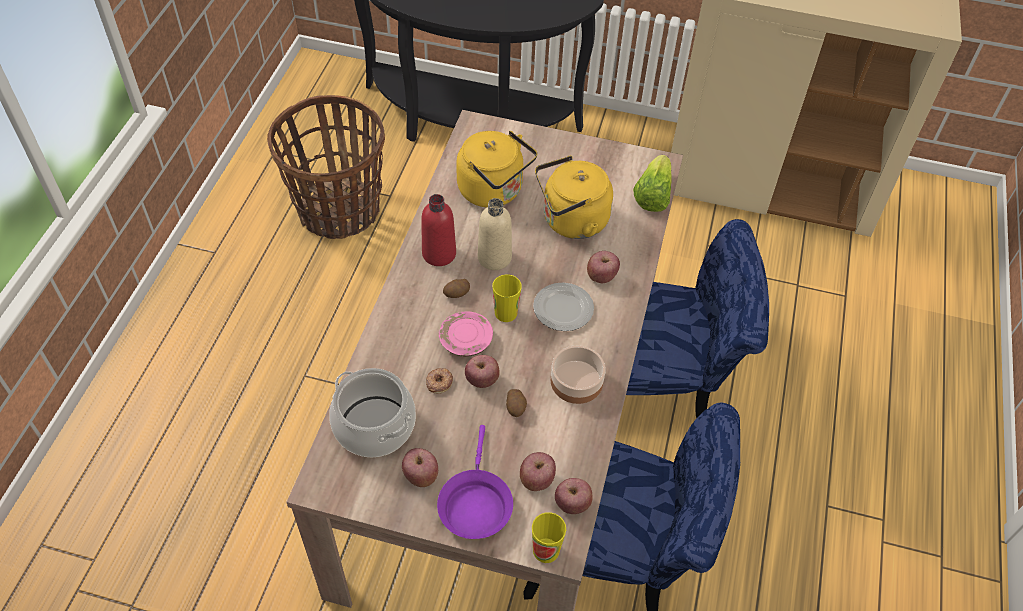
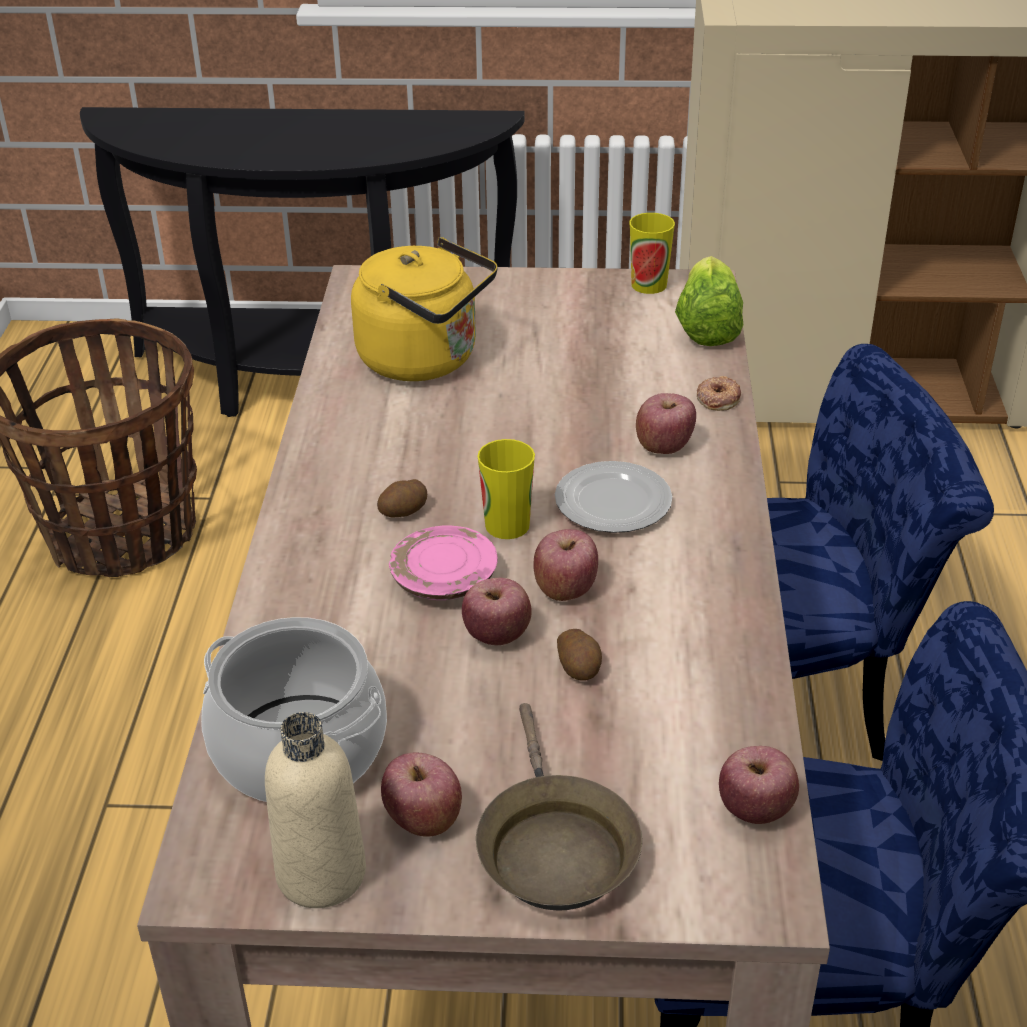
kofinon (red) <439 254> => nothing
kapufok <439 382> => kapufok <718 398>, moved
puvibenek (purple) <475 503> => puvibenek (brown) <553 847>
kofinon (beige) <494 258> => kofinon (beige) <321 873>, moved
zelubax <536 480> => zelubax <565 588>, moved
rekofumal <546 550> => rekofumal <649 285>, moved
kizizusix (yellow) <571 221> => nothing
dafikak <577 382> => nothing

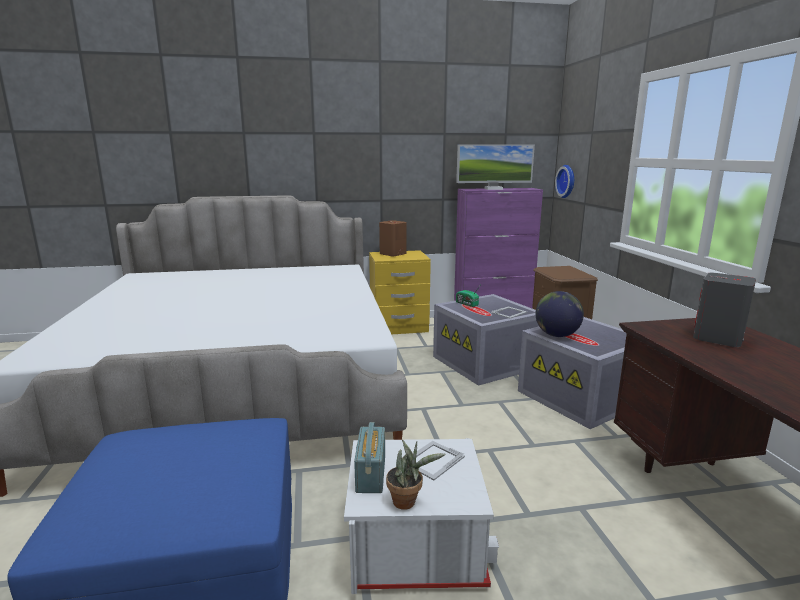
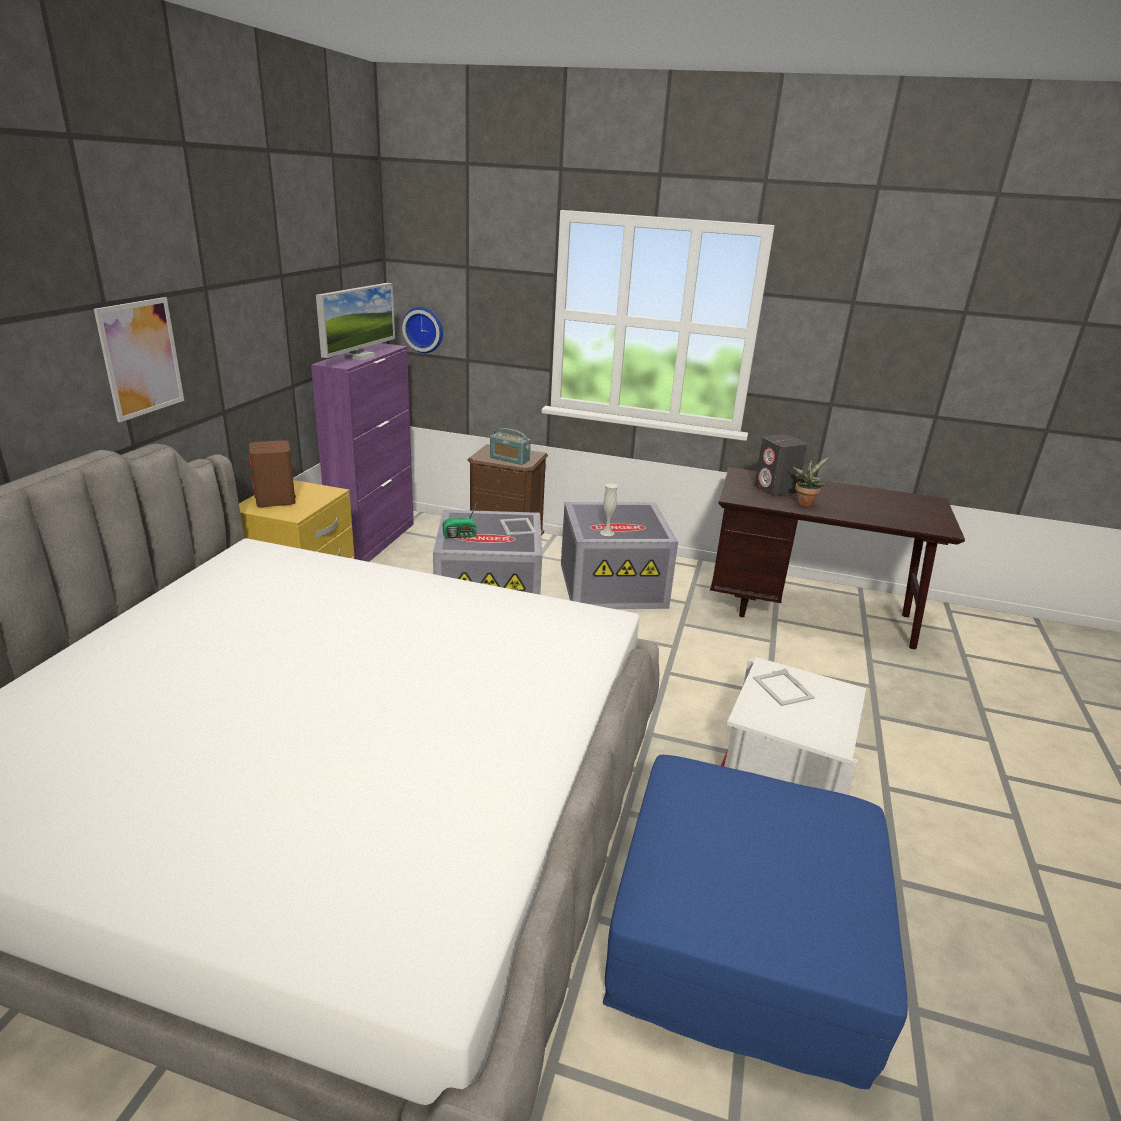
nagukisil <370 474> => nagukisil <509 459>, moved
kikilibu <407 502> => kikilibu <804 503>, moved
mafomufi <557 335> => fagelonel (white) <607 533>
nothing => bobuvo <141 358>

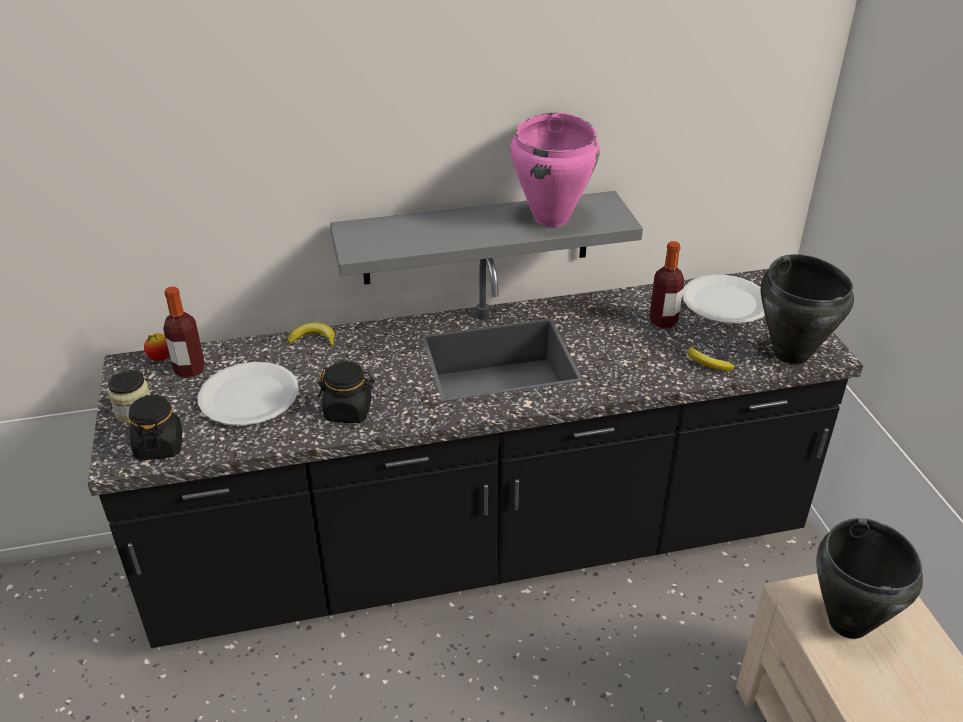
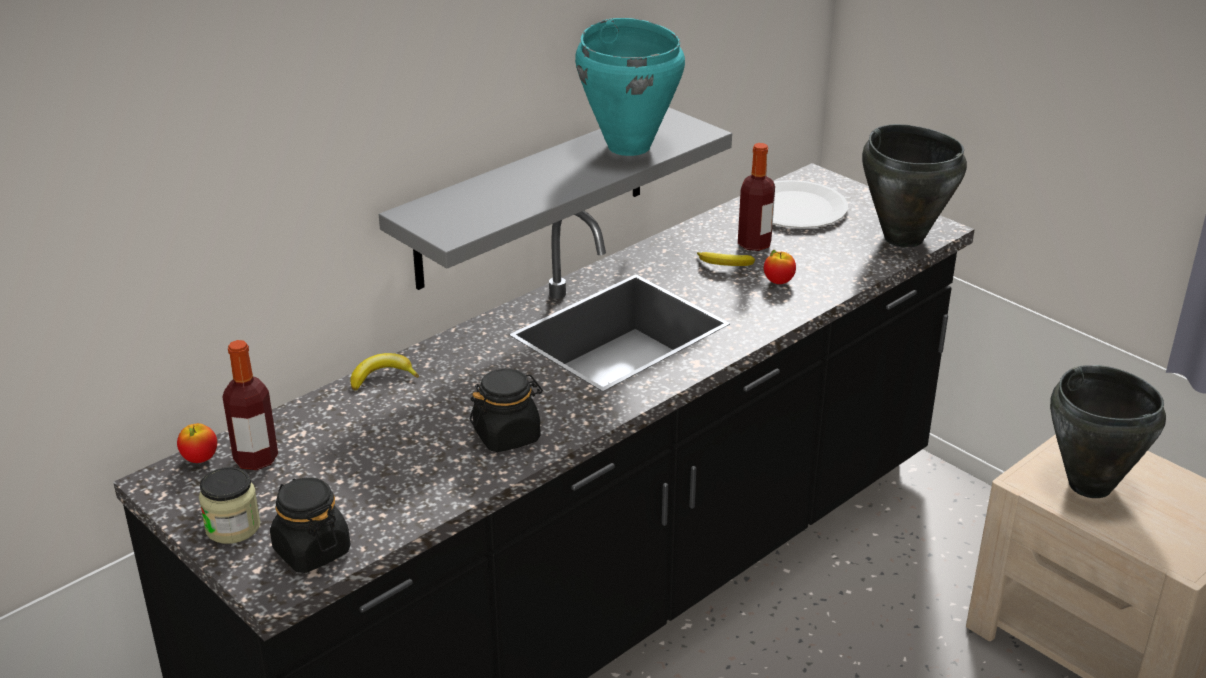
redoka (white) <248 396> => nothing
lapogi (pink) <552 218> => lapogi (turquoise) <629 146>
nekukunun <706 364> => nekukunun <724 265>, moved
nothing => zelubax <778 282>

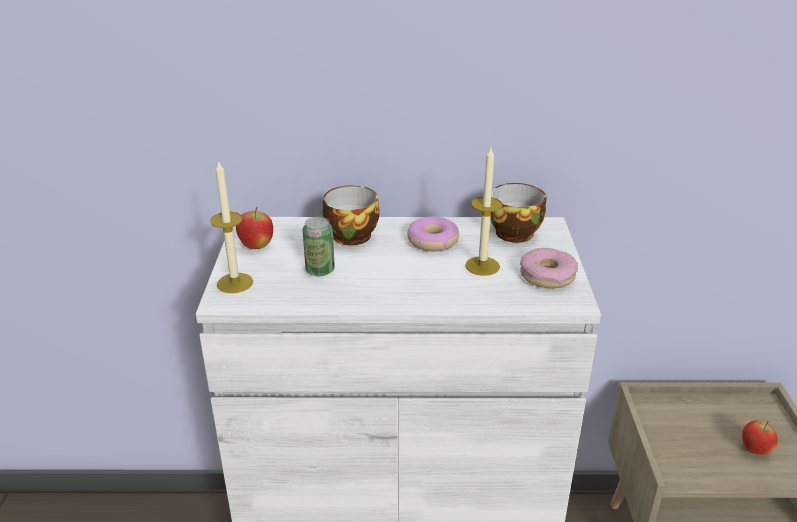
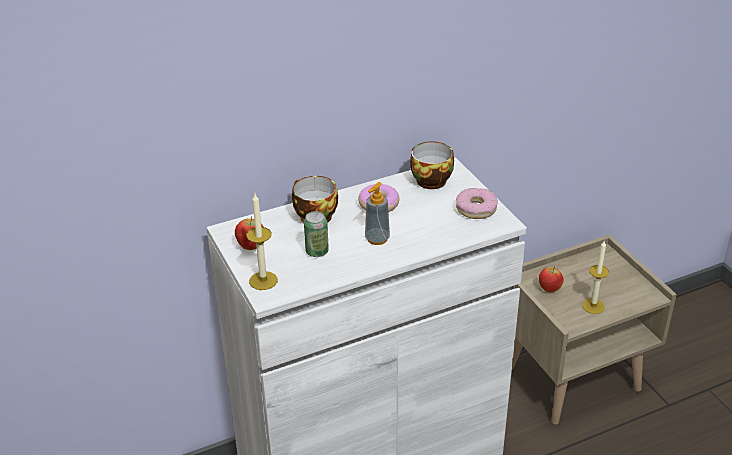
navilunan <482 266> => navilunan <593 306>, moved
zelubax <754 450> => zelubax <549 289>, moved
nothing => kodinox <377 239>

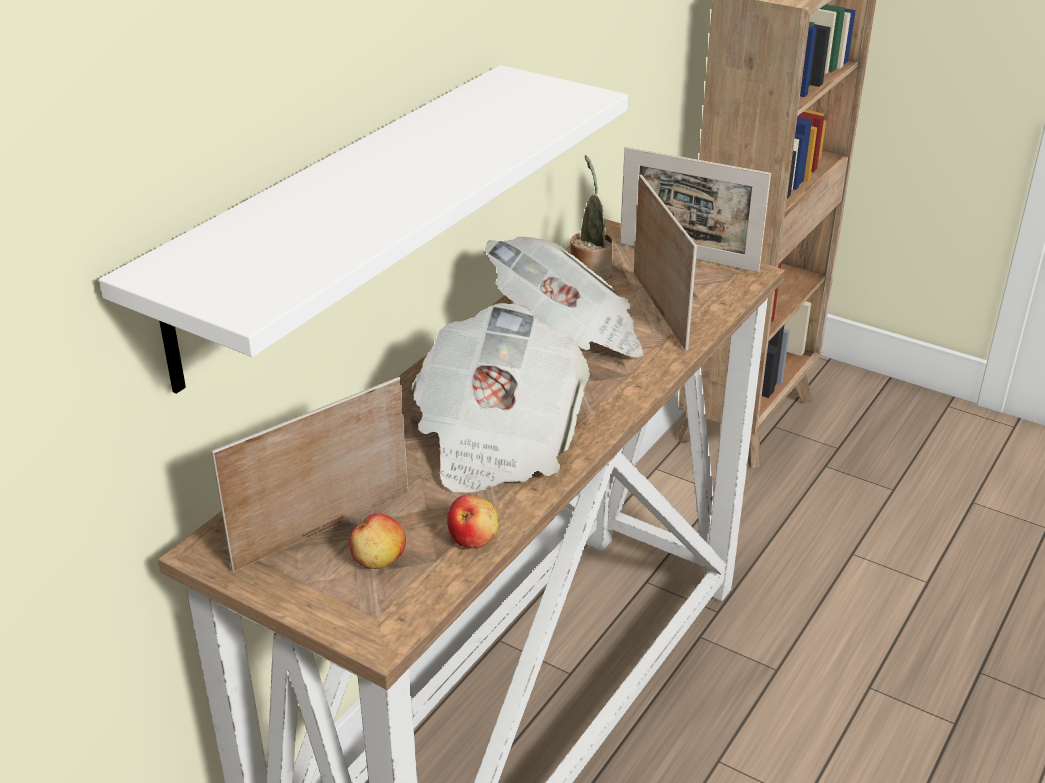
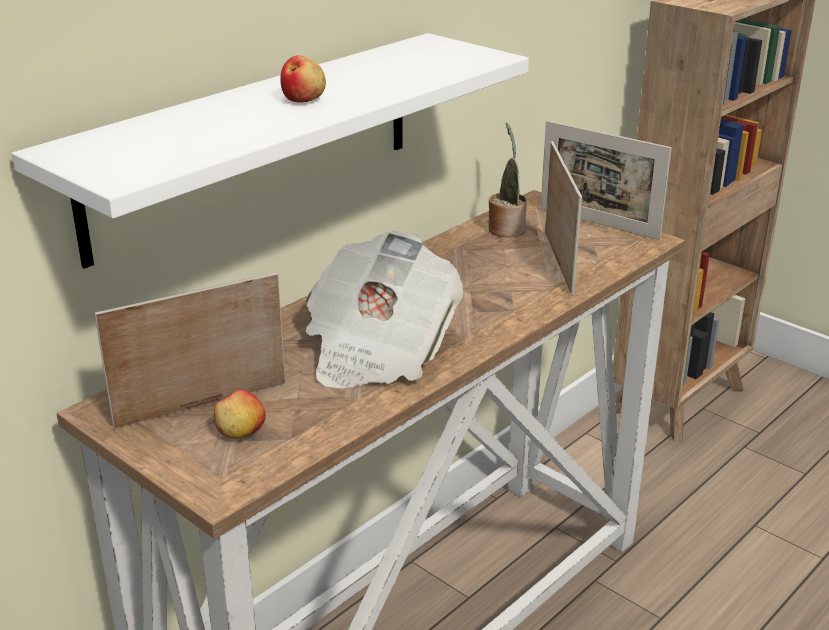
zelubax <473 538> => zelubax <303 99>, moved
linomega <568 334> => nothing

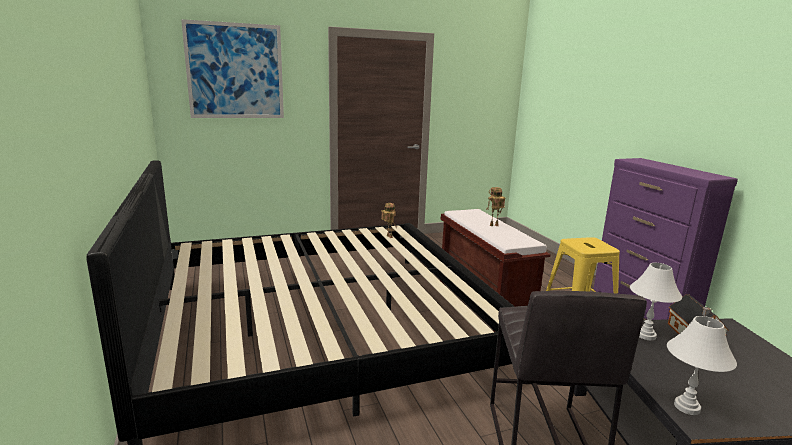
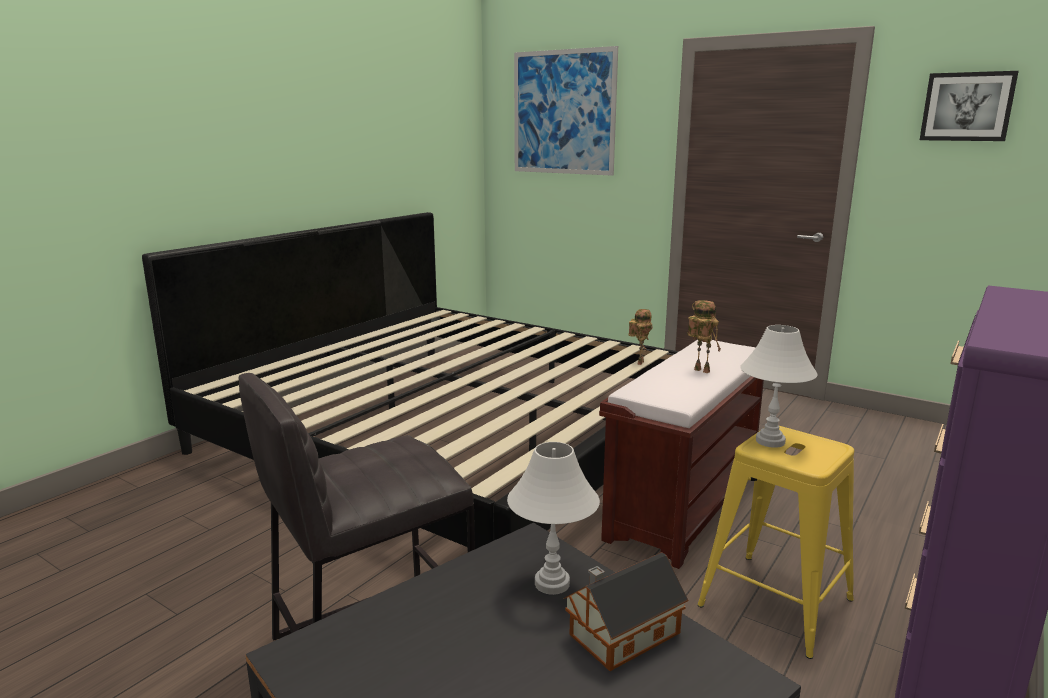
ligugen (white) <686 407> => ligugen (white) <769 441>, moved
nothing => bobuvo <967 106>

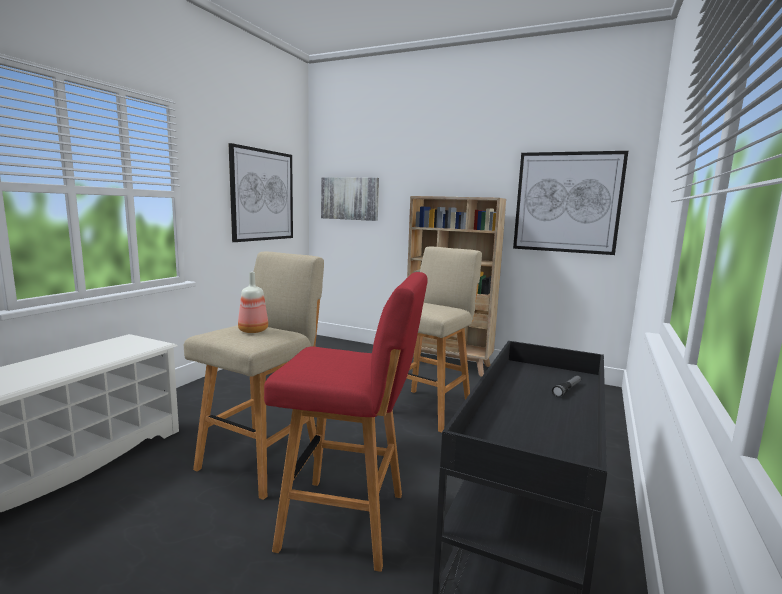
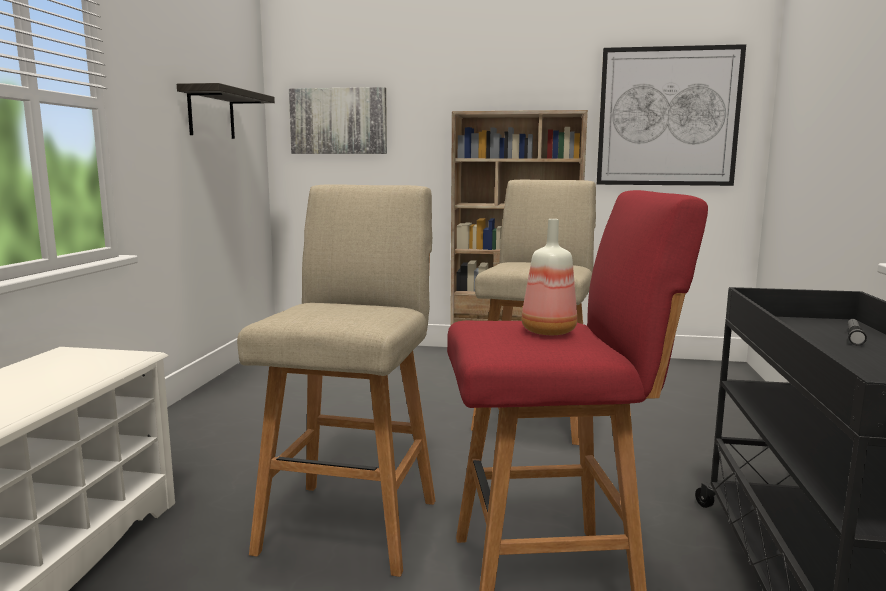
bobuvo <262 195> => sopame <211 114>
kofinon <252 331> => kofinon <547 331>, moved

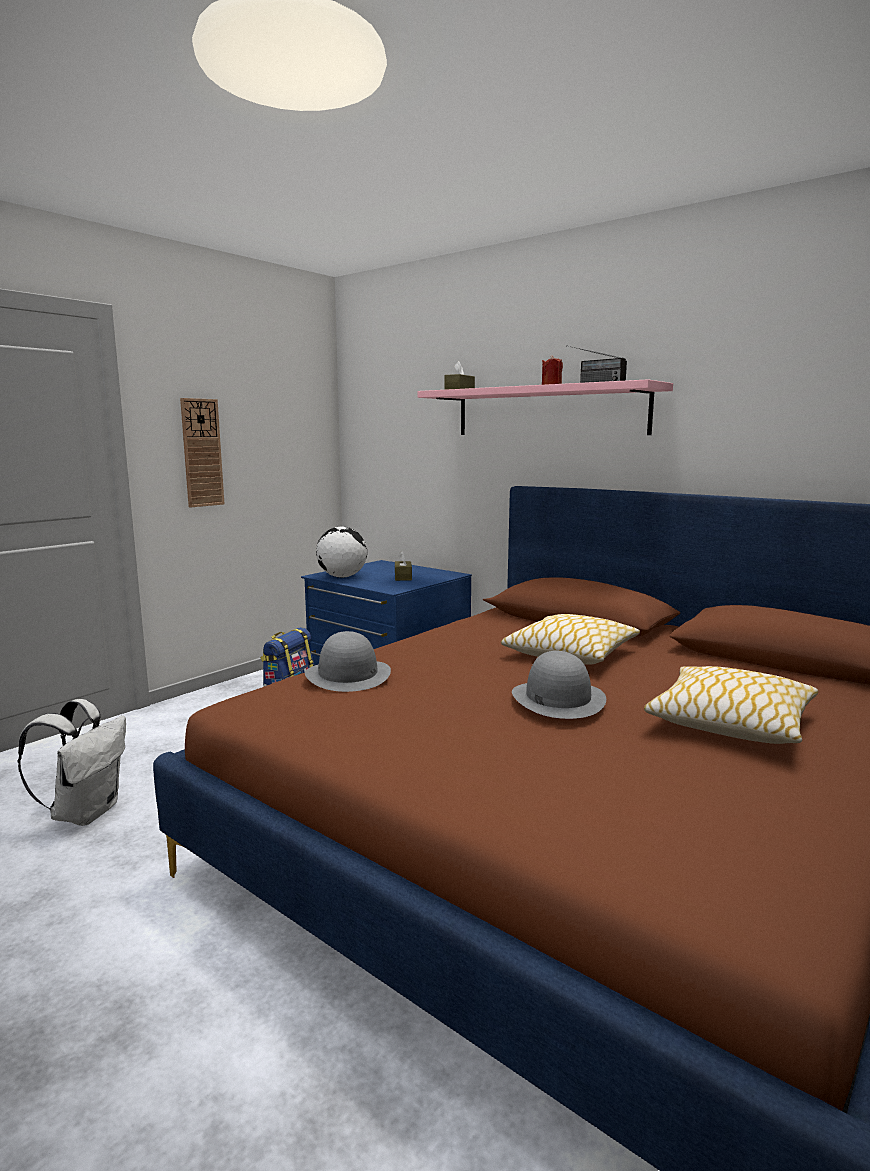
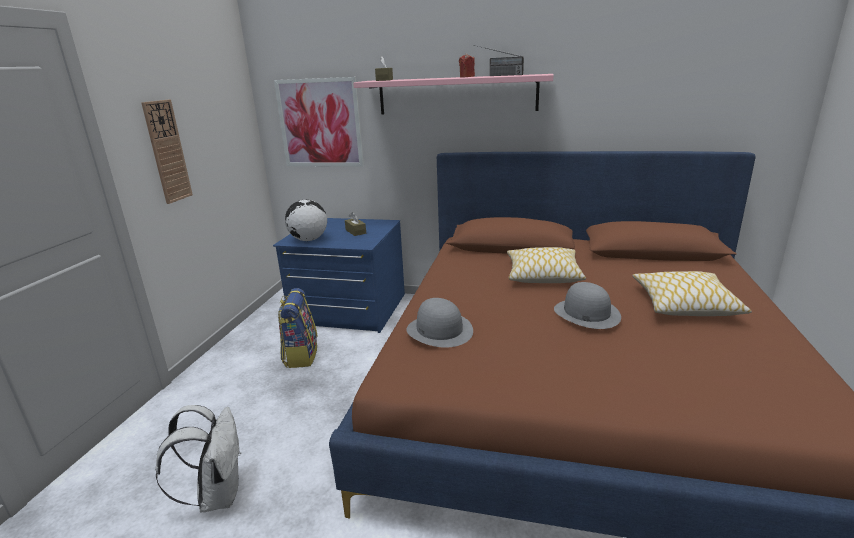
nothing => bobuvo <320 123>

